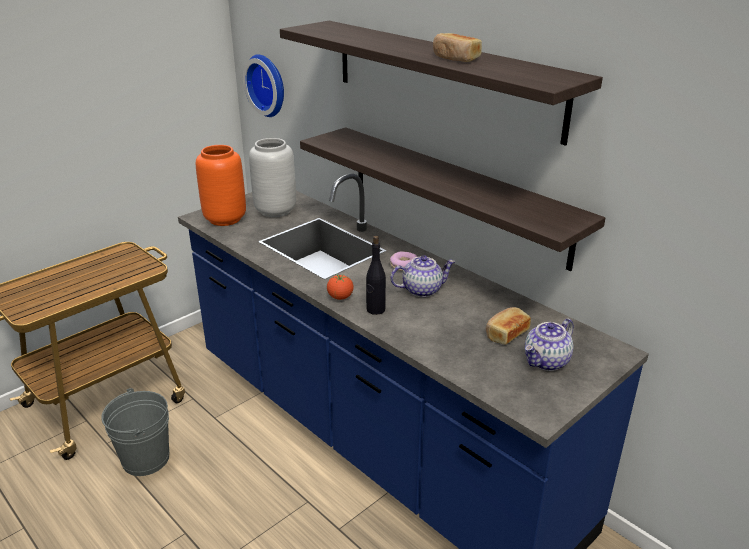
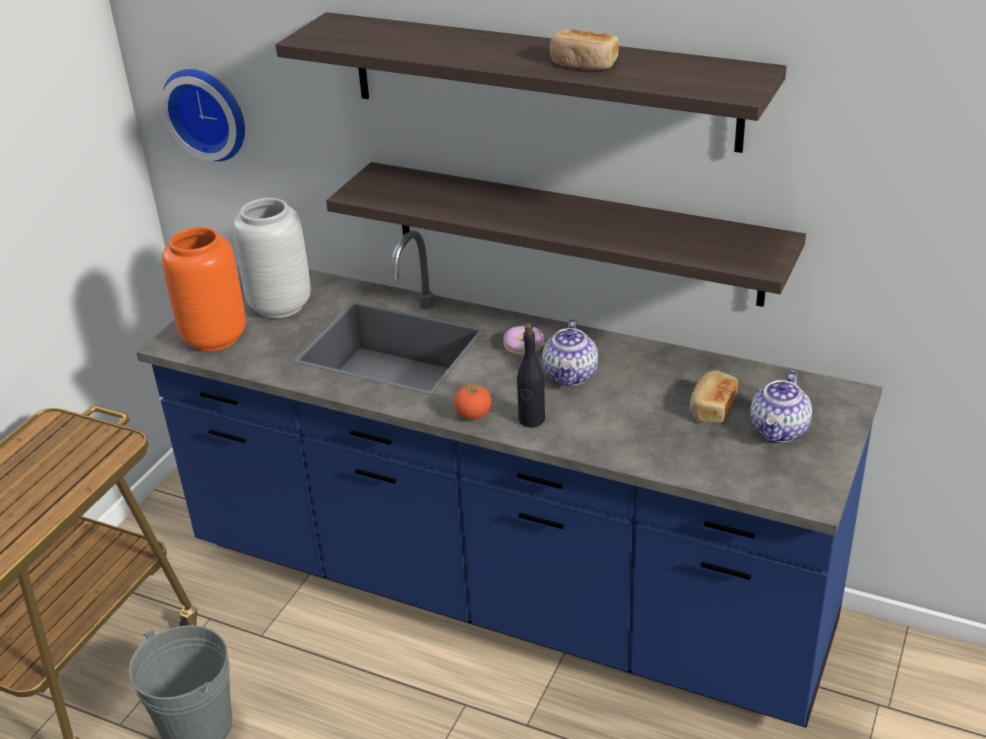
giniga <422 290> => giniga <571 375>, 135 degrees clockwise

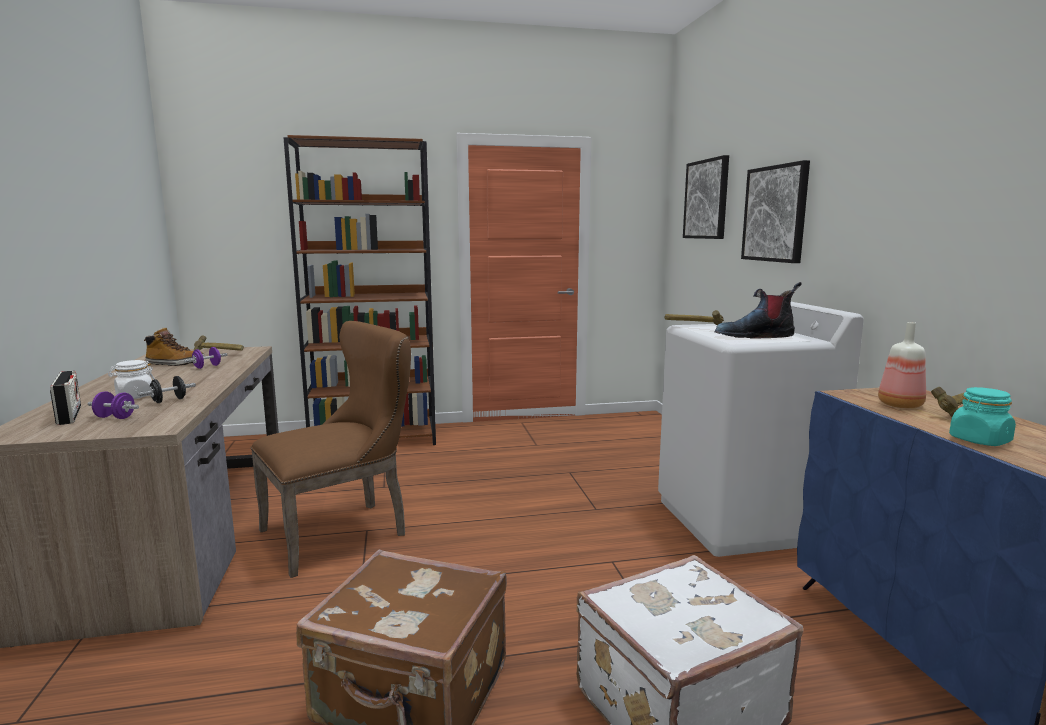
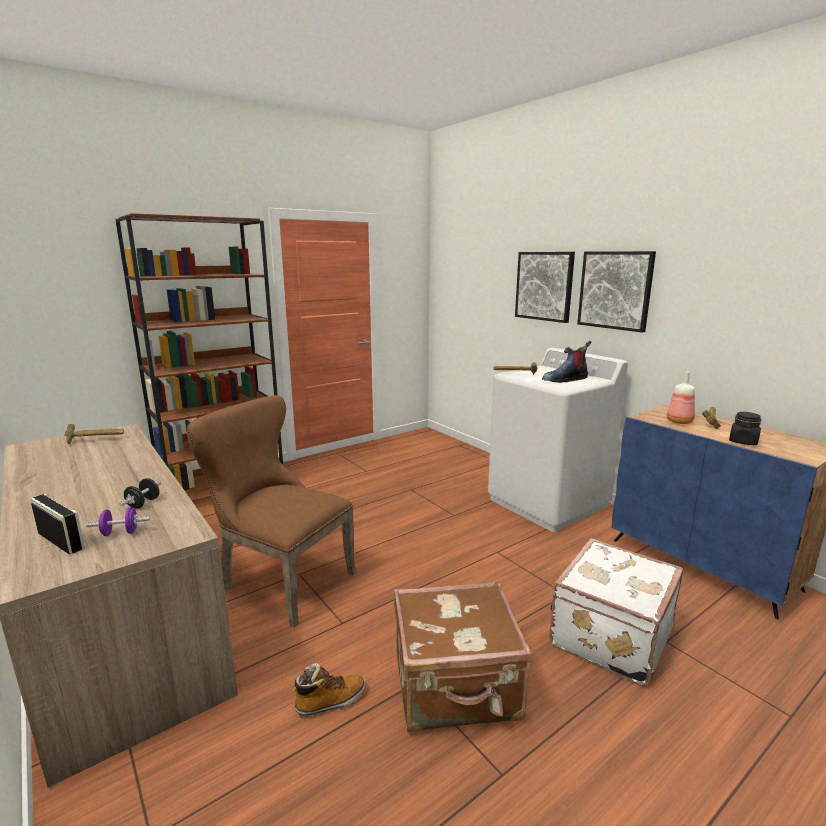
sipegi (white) <134 396> => nothing
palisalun <175 364> => palisalun <330 701>, moved
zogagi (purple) <207 367> => nothing
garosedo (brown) <343 531> => garosedo (brown) <280 580>, 90 degrees counterclockwise
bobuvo <706 199> => bobuvo <615 290>, moved
sipegi (turquoise) <979 440> => sipegi (black) <743 442>

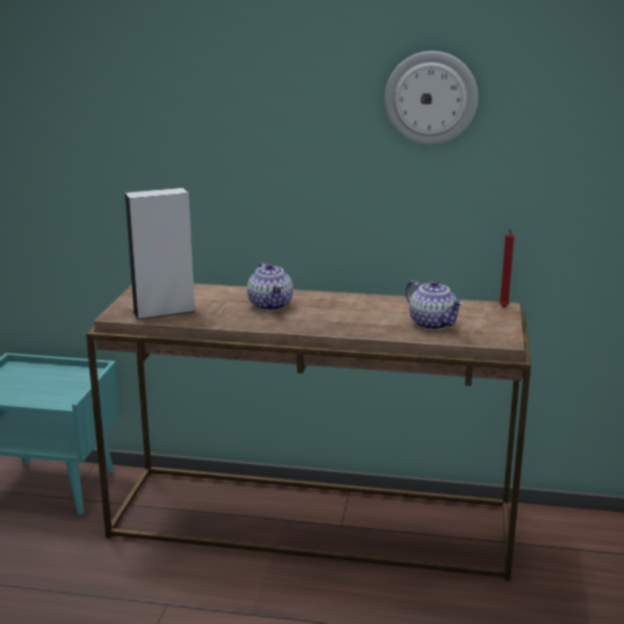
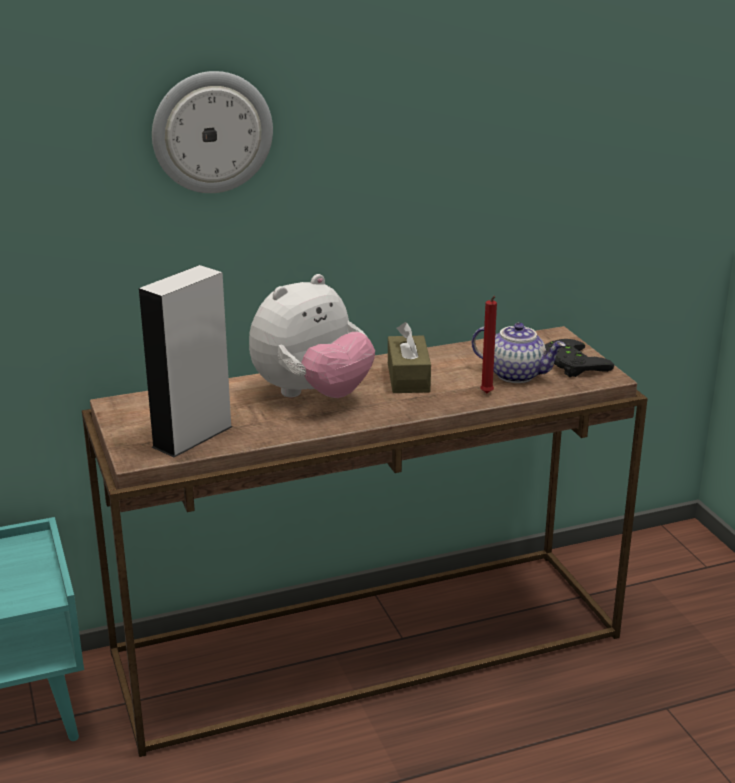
giniga <271 305> => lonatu <312 395>
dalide <431 98> => dalide <212 132>, moved
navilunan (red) <503 308> => navilunan (red) <487 394>, moved
nothing => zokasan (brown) <408 377>
nothing => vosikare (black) <570 364>

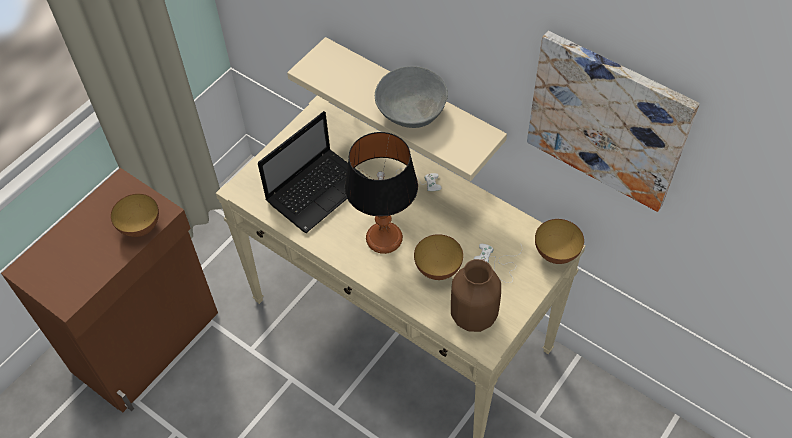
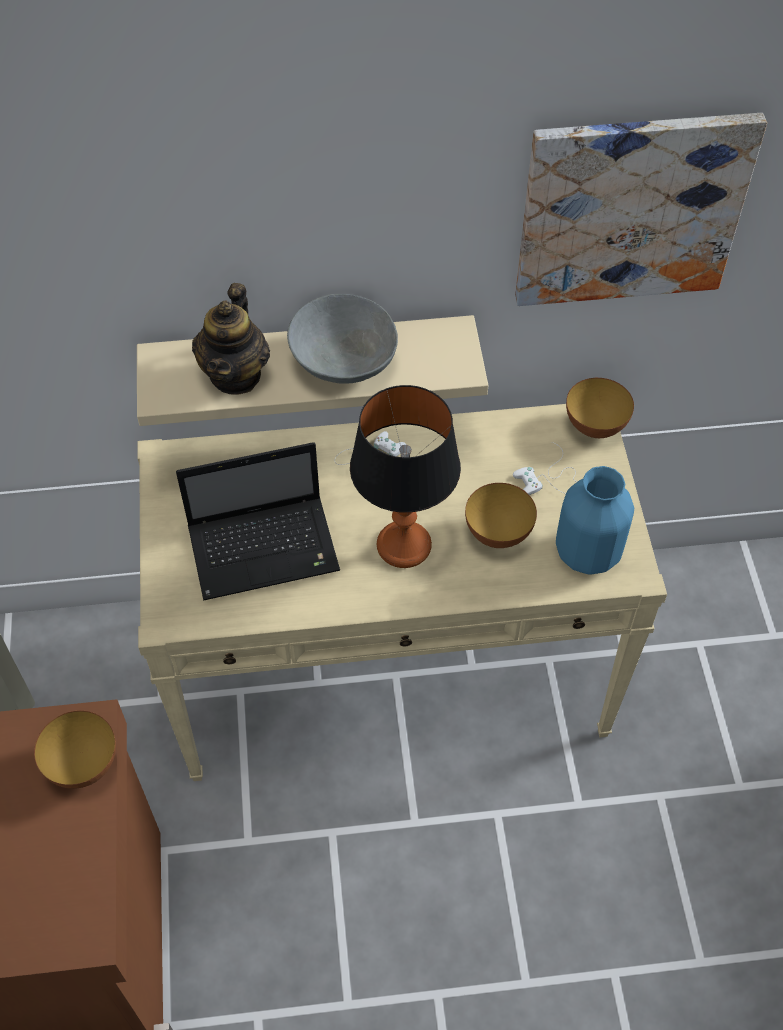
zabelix <319 190> => zabelix <266 548>, 75 degrees clockwise
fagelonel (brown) <472 315> => fagelonel (blue) <586 554>
nothing => giniga <236 375>

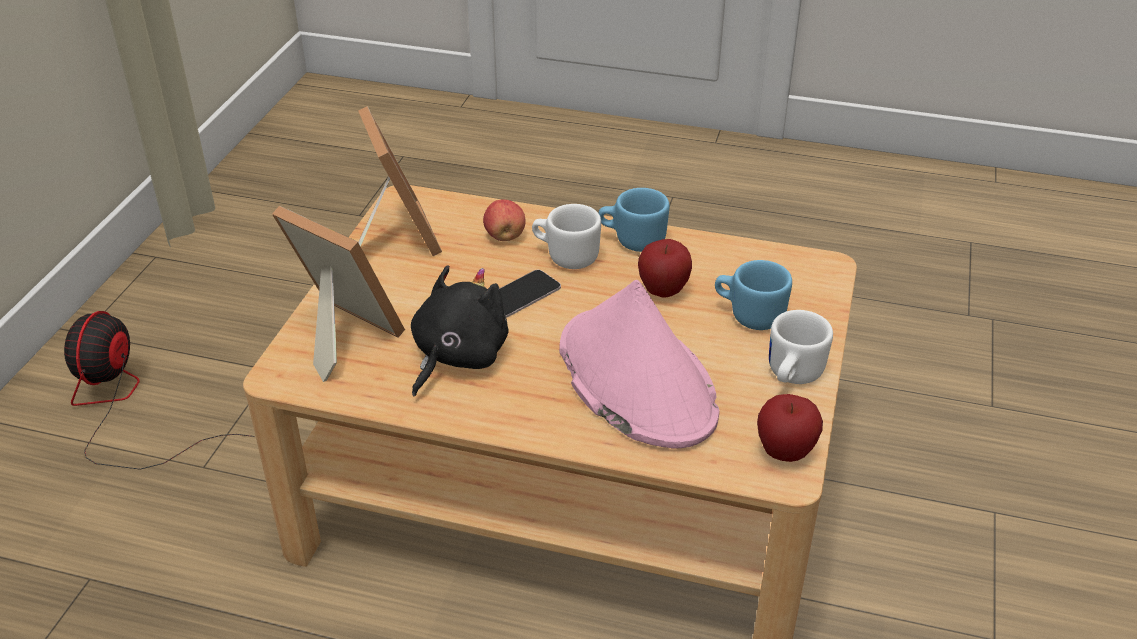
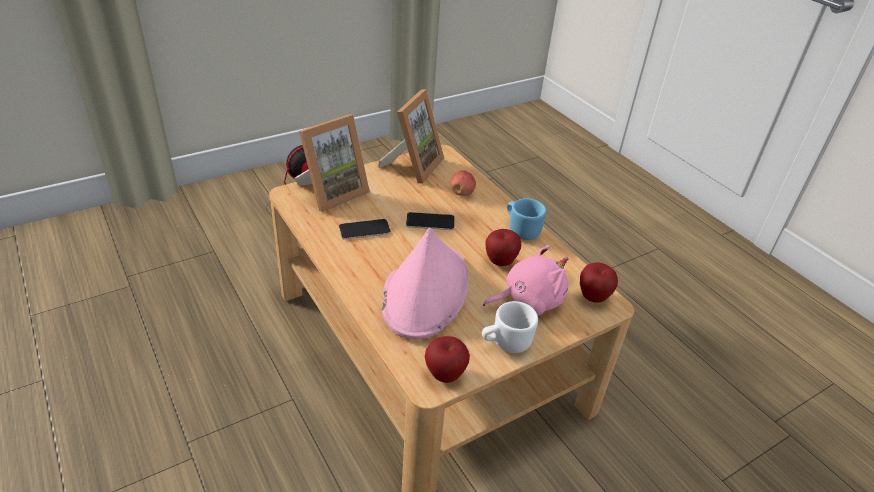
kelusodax <339 336> => kelusodax <332 192>, 60 degrees clockwise
lonatu (black) <457 356> => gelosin <364 230>
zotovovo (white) <566 256> => nothing
zotovovo (blue) <749 315> => lonatu (pink) <528 300>
nothing => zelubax <593 297>

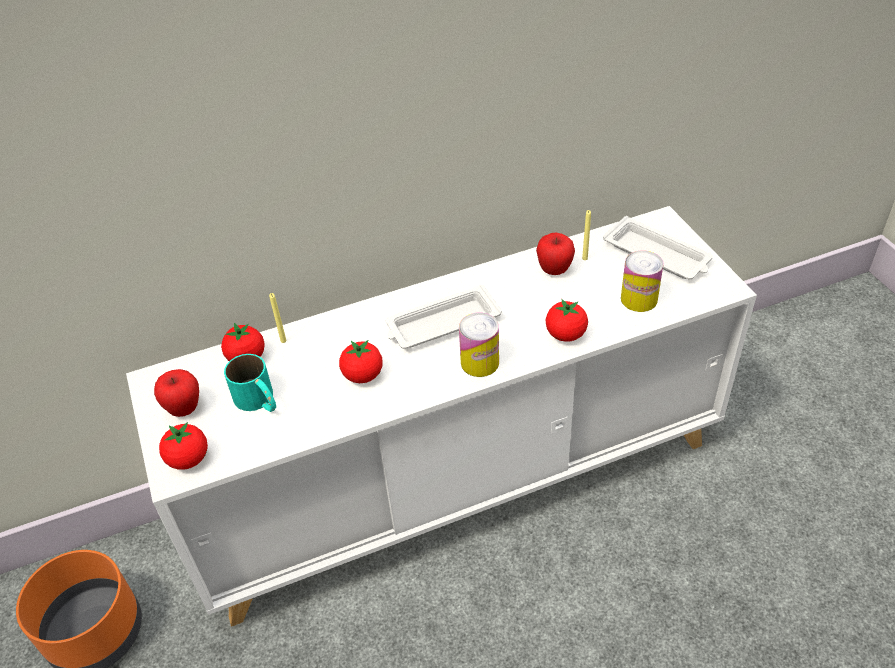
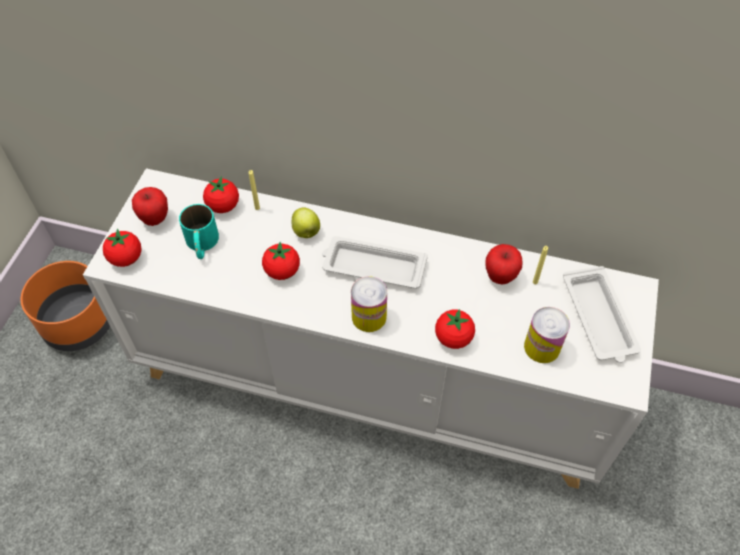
nothing => zelubax <306 232>

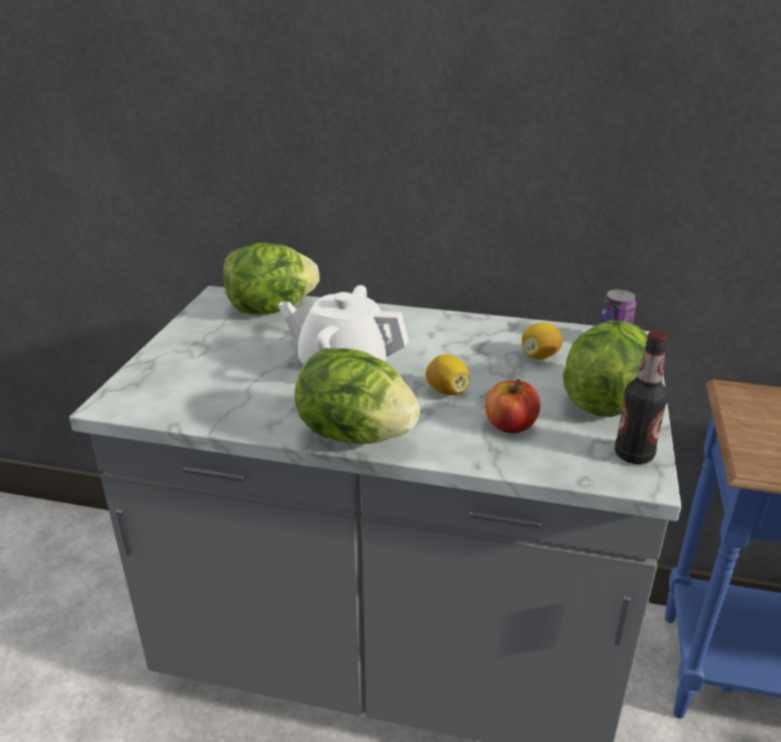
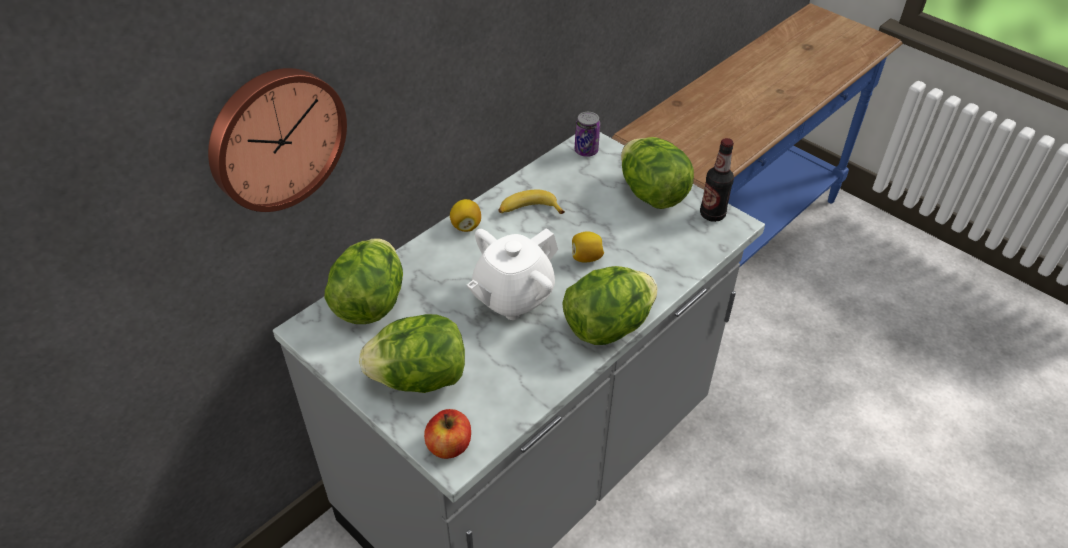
zelubax <510 425> => zelubax <449 446>, moved
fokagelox <539 356> => fokagelox <466 226>, moved
nothing => dalide <275 138>
nothing => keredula <420 378>
nothing => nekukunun <529 210>

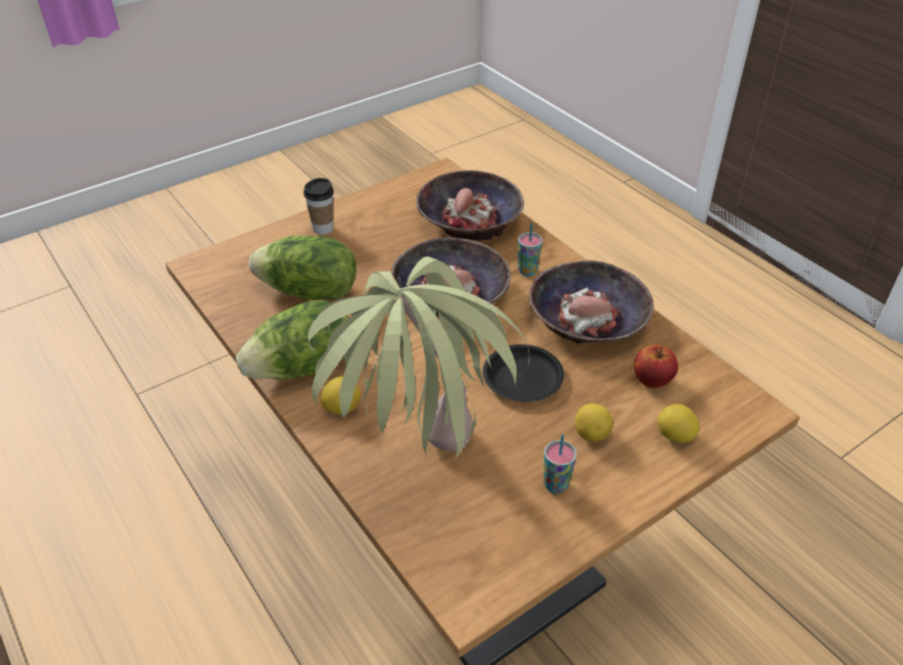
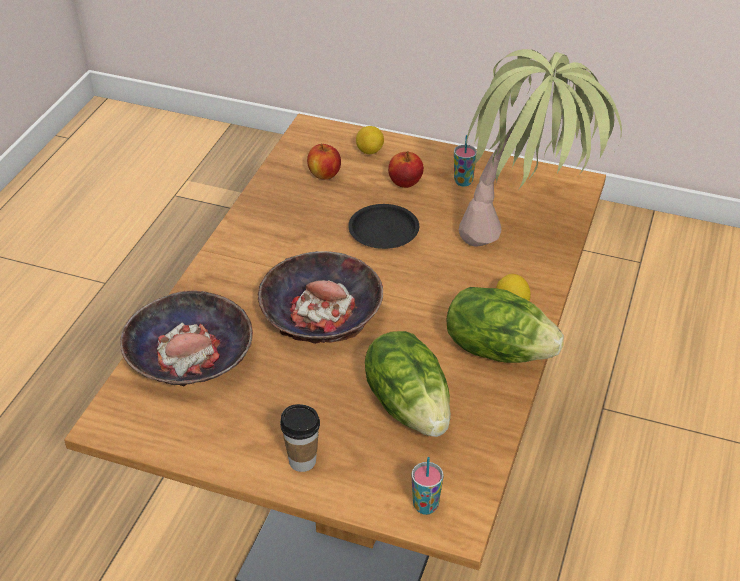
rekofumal <527 271> => rekofumal <425 506>, moved
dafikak <588 318> => nothing
fokagelox <591 434> => zelubax <405 183>

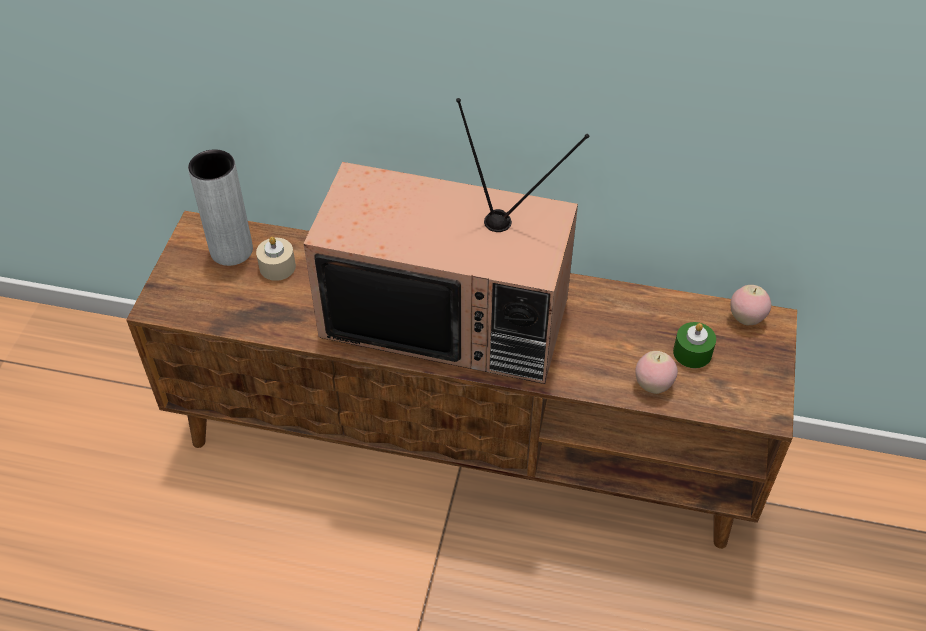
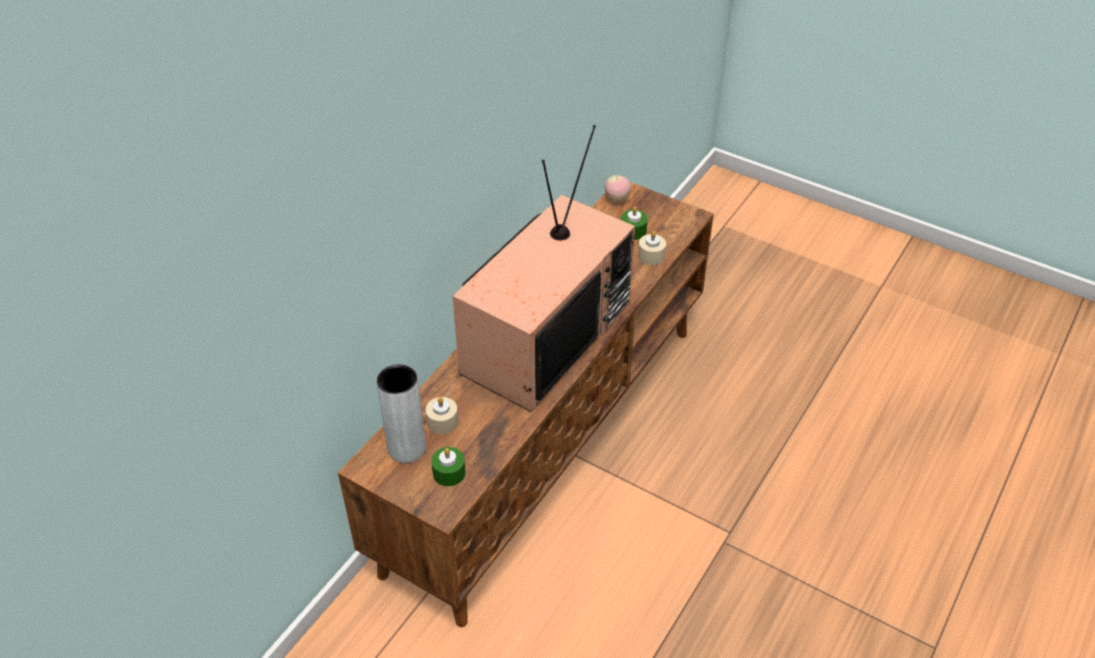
zelubax <653 385> => navilunan (beige) <651 256>
nothing => navilunan (green) <449 473>

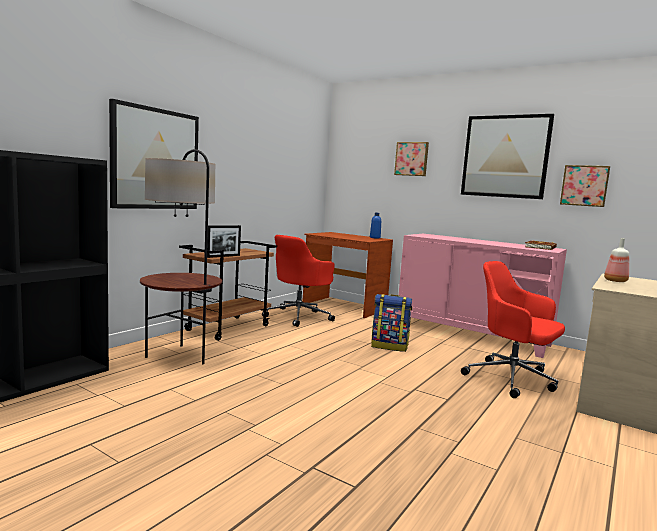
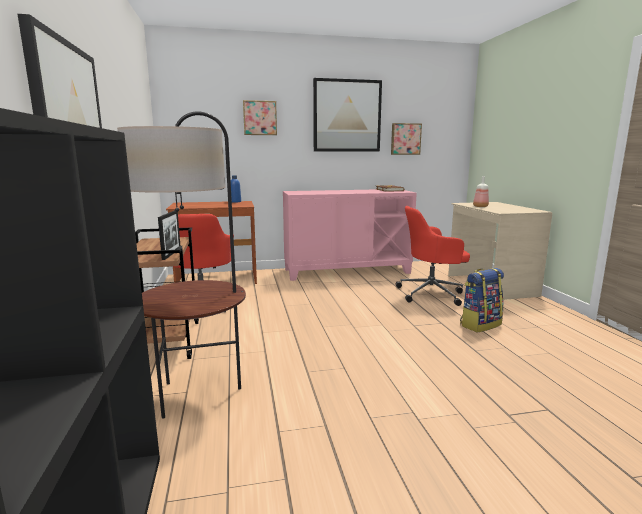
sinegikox <389 346> => sinegikox <480 324>, moved

